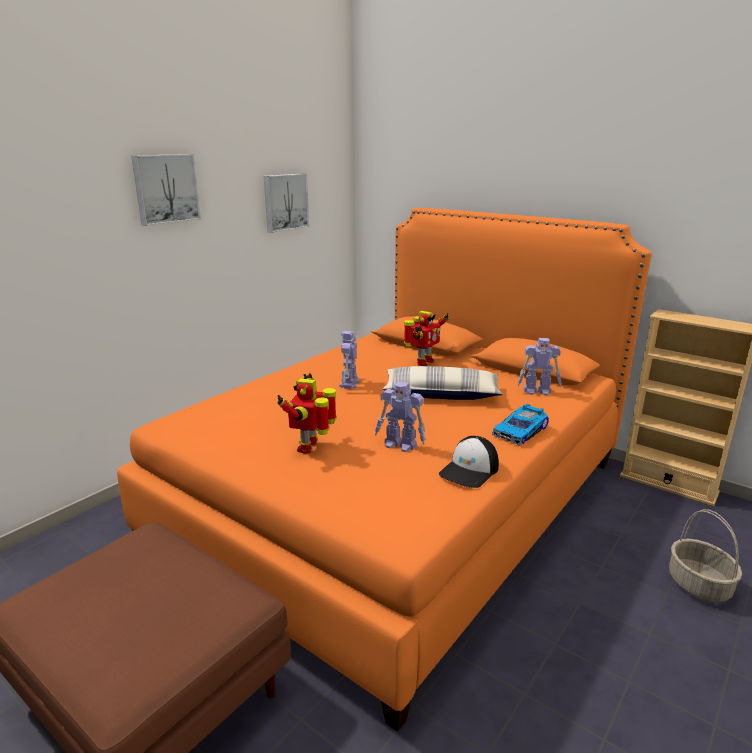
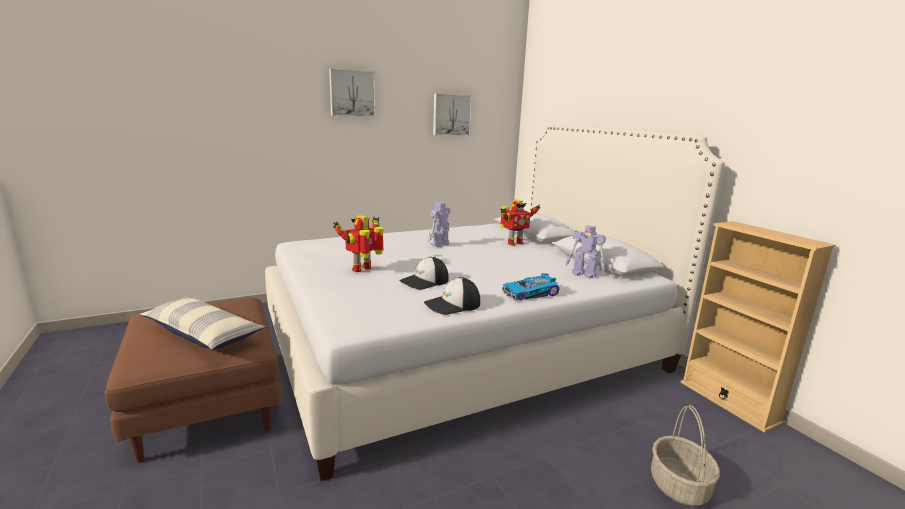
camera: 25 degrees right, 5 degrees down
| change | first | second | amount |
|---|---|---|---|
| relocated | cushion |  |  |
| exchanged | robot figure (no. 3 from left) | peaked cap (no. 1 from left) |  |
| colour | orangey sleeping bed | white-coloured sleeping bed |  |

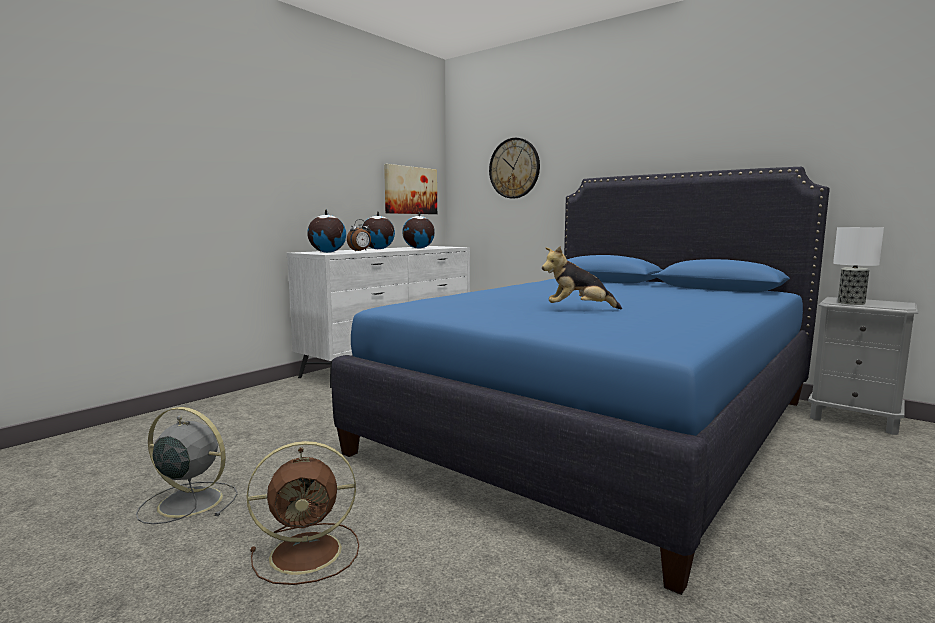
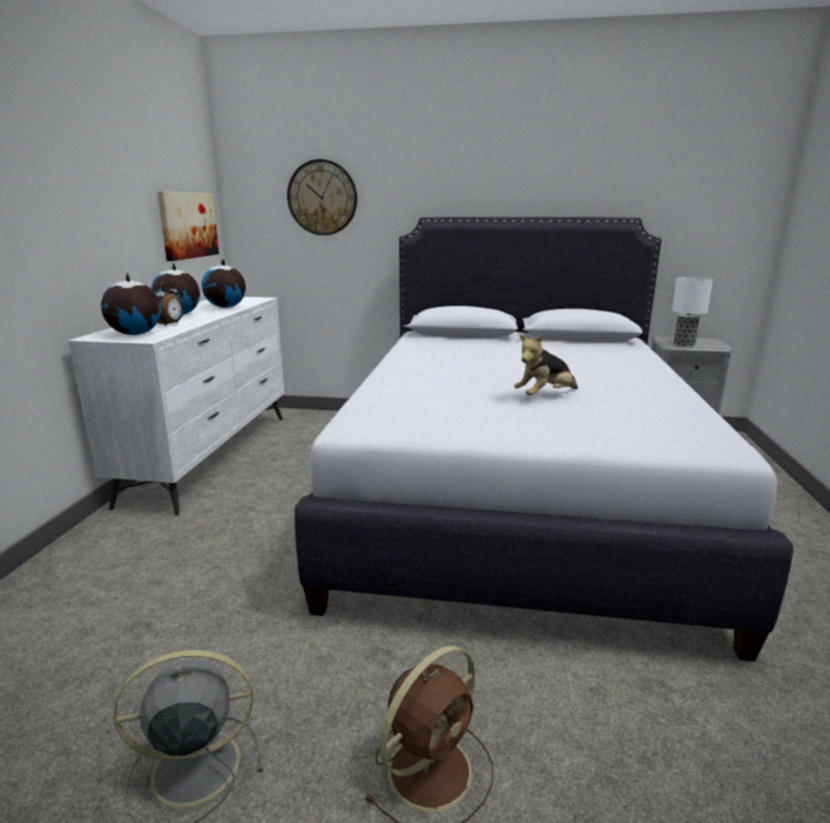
camera: 30 degrees left, 10 degrees up
| change | first | second | amount |
|---|---|---|---|
| colour | blue-coloured sleeping bed | white-coloured sleeping bed |  |

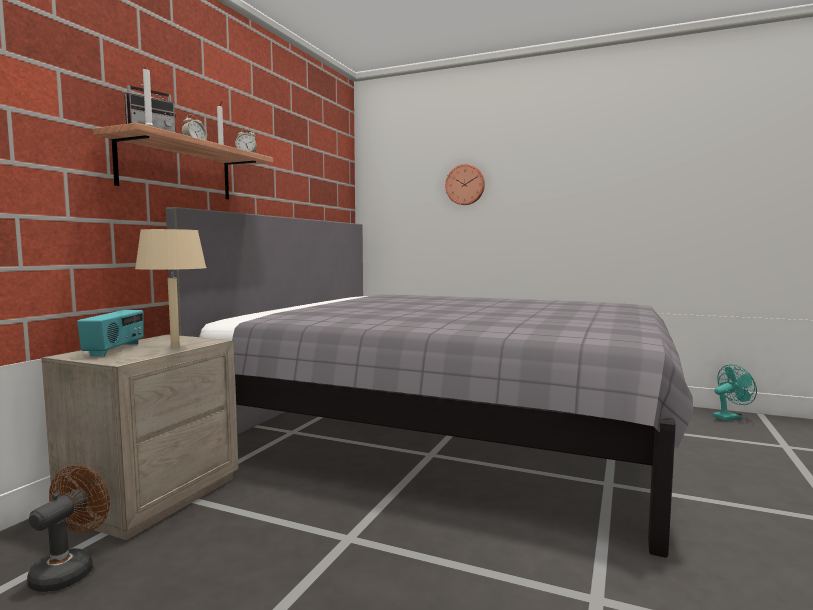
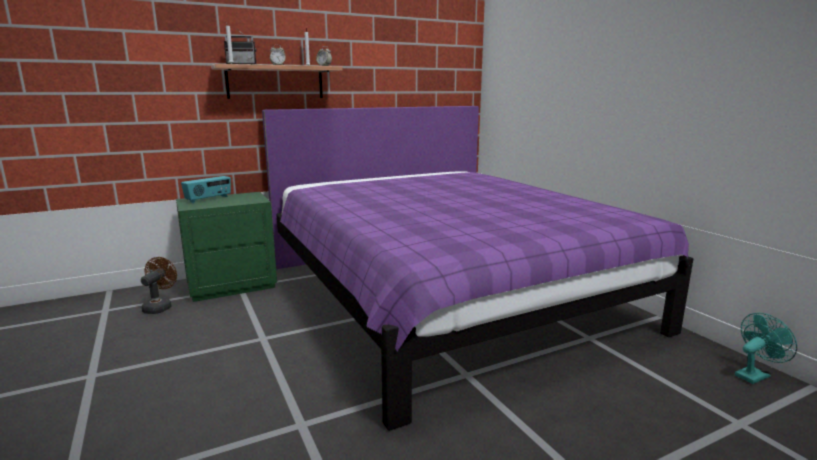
camera: 40 degrees right, 10 degrees up
| change | first | second | amount |
|---|---|---|---|
| missing | beige-coloured tabletop lamp |  |  |
| missing | hanging clock |  |  |
| colour | beige-coloured night table | green night table |  |
| colour | greyish sleeping bed | purple sleeping bed |  |
| spun | brownish fan |  | 45 degrees counterclockwise |
| spun | turquoise fan |  | 45 degrees counterclockwise |

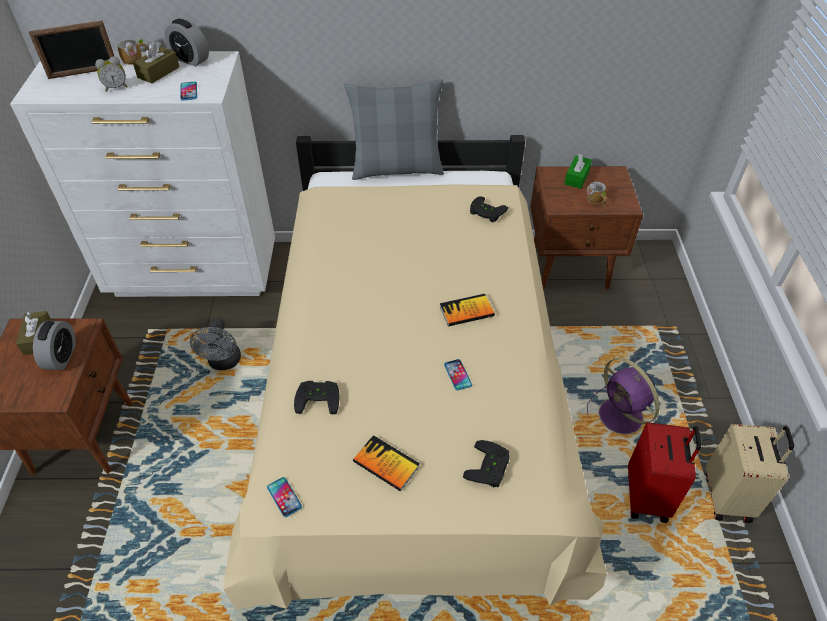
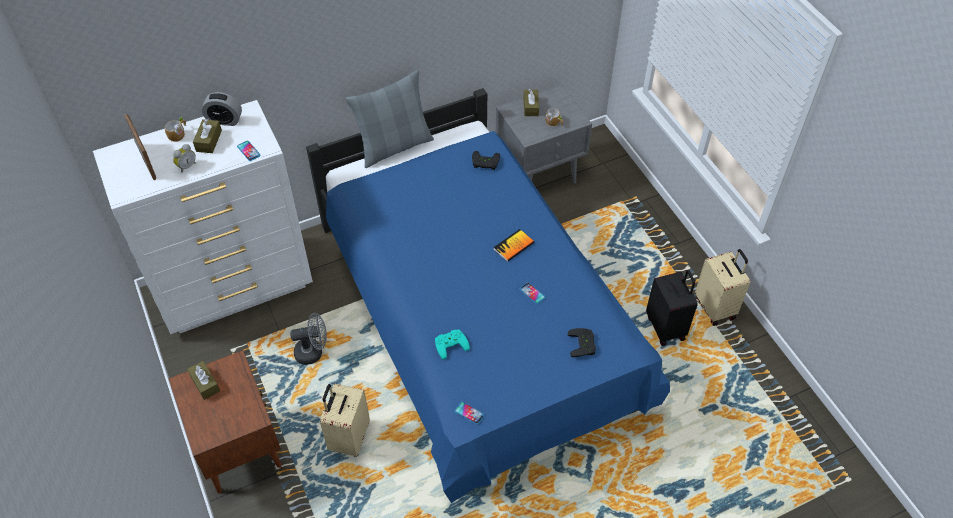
camera: 25 degrees left, 5 degrees up
| change | first | second | amount |
|---|---|---|---|
| missing | table clock (no. 1 from left) |  |  |
| missing | volume (no. 1 from left) |  |  |
| missing | purple fan |  |  |
| appeared |  | beige-coloured travel case (no. 1 from left) |  |
| colour | beige-coloured sleeping bed | blue-coloured sleeping bed |  |
| colour | black-coloured game controller (no. 1 from left) | turquoise game controller |  |
| colour | brownish night table (no. 2 from left) | greyish night table |  |
| colour | green box of tissues | brownish box of tissues (no. 3 from left) |  |
| colour | red-coloured travel case | black-coloured travel case |  |
| spun | standing frame |  | 75 degrees counterclockwise |
| spun | greyish fan |  | 75 degrees counterclockwise |

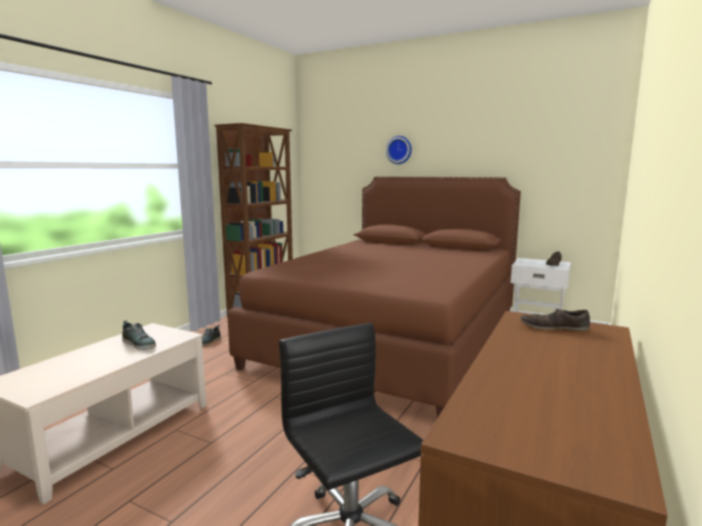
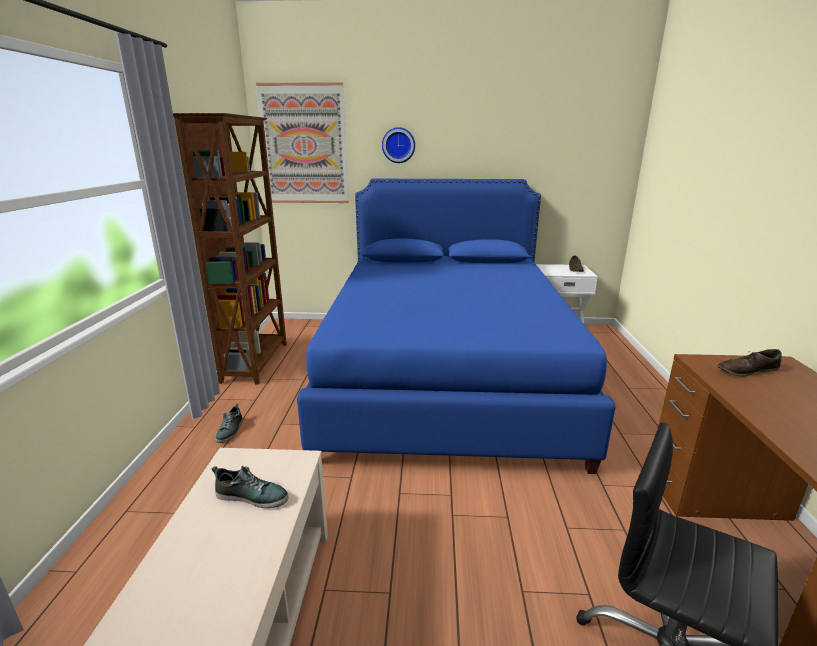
camera: 25 degrees left, 10 degrees up
| change | first | second | amount |
|---|---|---|---|
| appeared |  | picture |  |
| colour | brownish sleeping bed | blue-coloured sleeping bed |  |

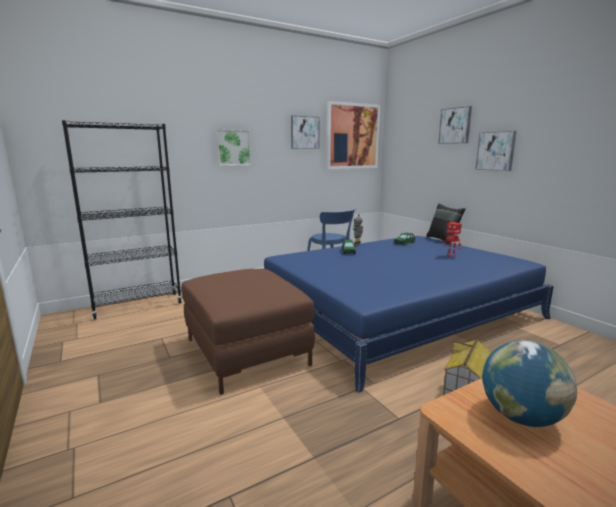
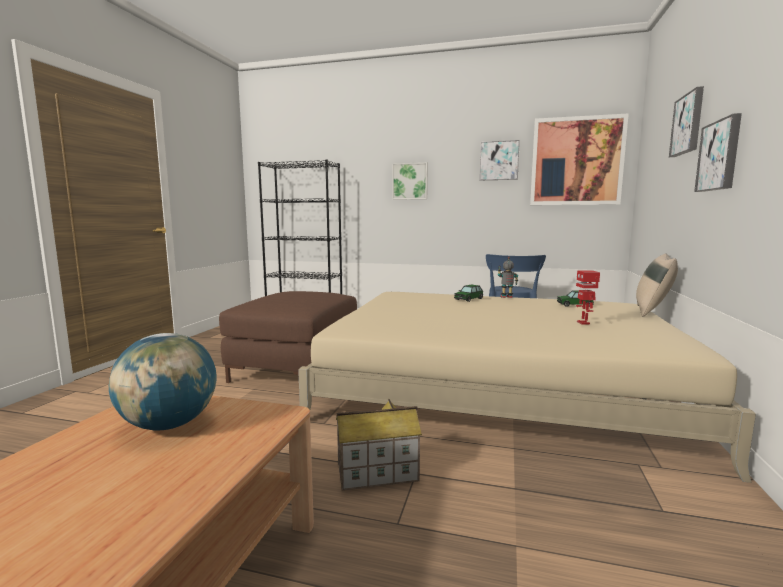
camera: 45 degrees right, 5 degrees down
| change | first | second | amount |
|---|---|---|---|
| colour | blue-coloured sleeping bed | beige-coloured sleeping bed |  |
| colour | black-coloured cushion | beige-coloured cushion |  |

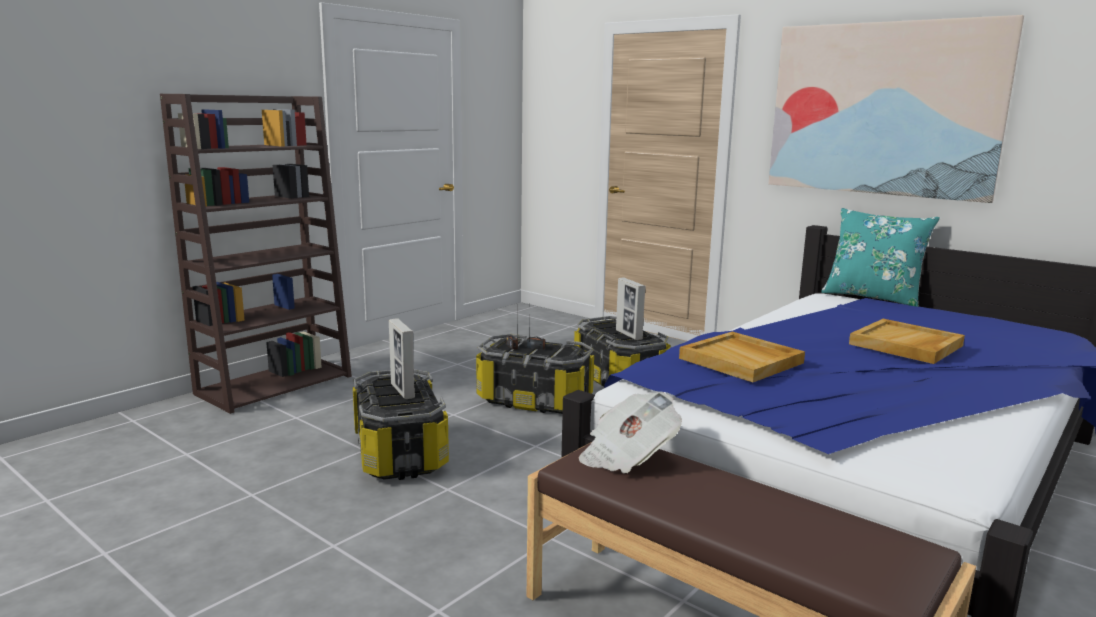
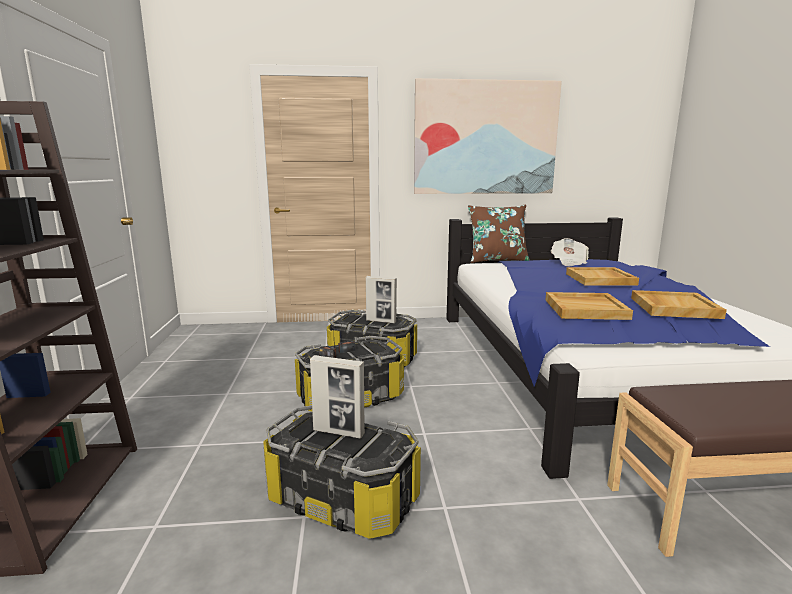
camera: 45 degrees left, 0 degrees up
| change | first | second | amount |
|---|---|---|---|
| appeared |  | beige-coloured tray (no. 3 from left) |  |
| relocated | printed paper |  |  |
| colour | turquoise cushion | brownish cushion |  |

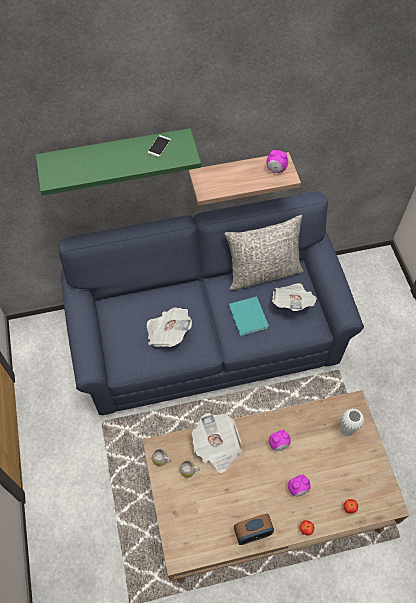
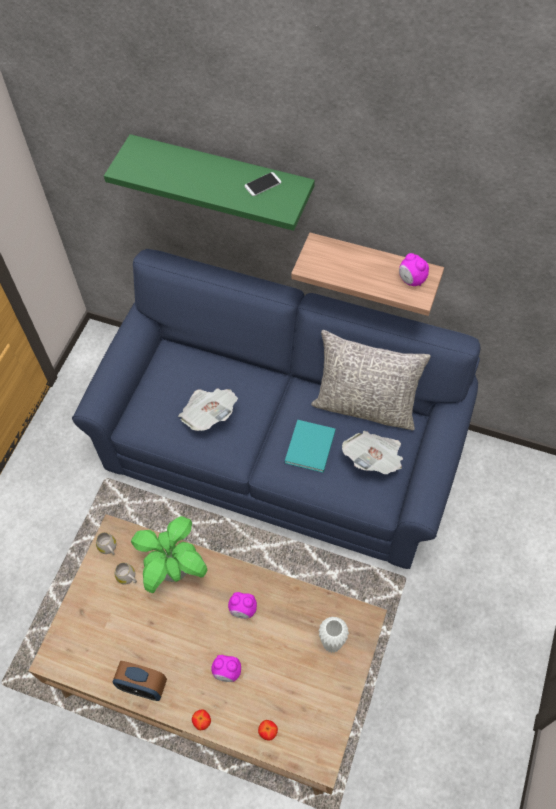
camera: 35 degrees right, 0 degrees up
| change | first | second | amount |
|---|---|---|---|
| exchanged | printed paper (no. 2 from left) | houseplant |  |

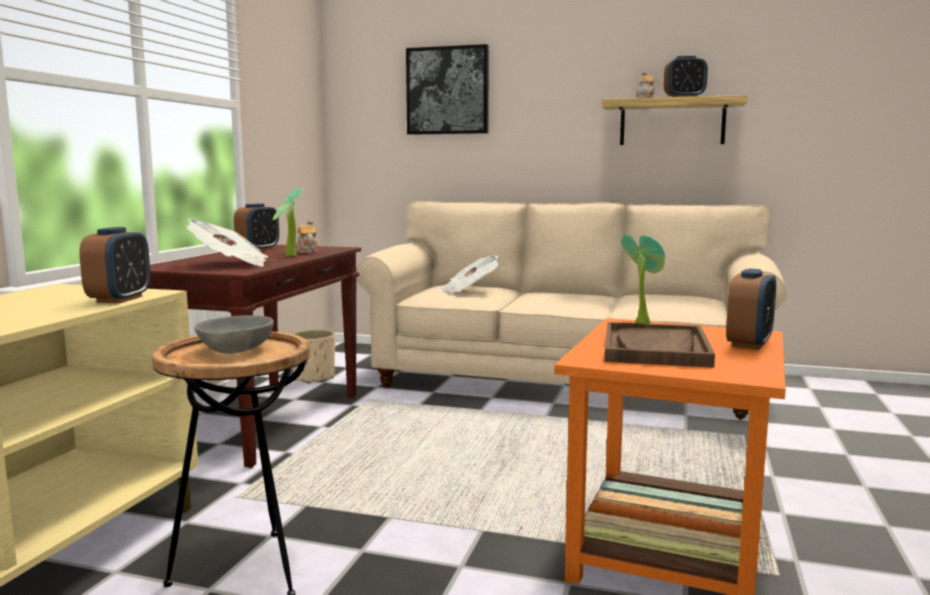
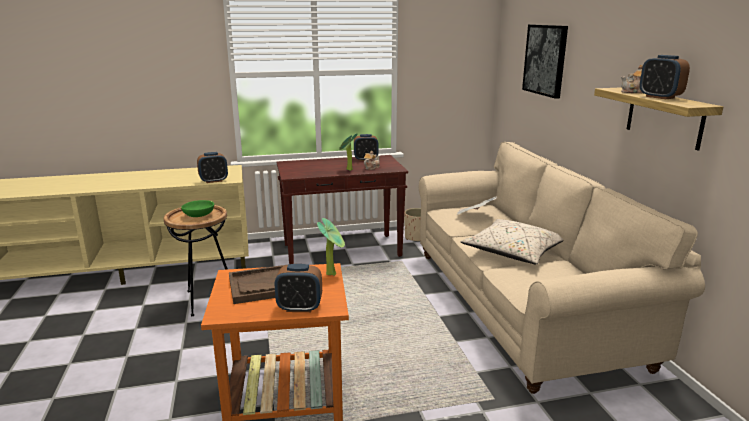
camera: 60 degrees right, 10 degrees up
| change | first | second | amount |
|---|---|---|---|
| missing | printed paper (no. 1 from left) |  |  |
| appeared |  | beige-coloured cushion |  |
| colour | greyish serving bowl | green serving bowl |  |

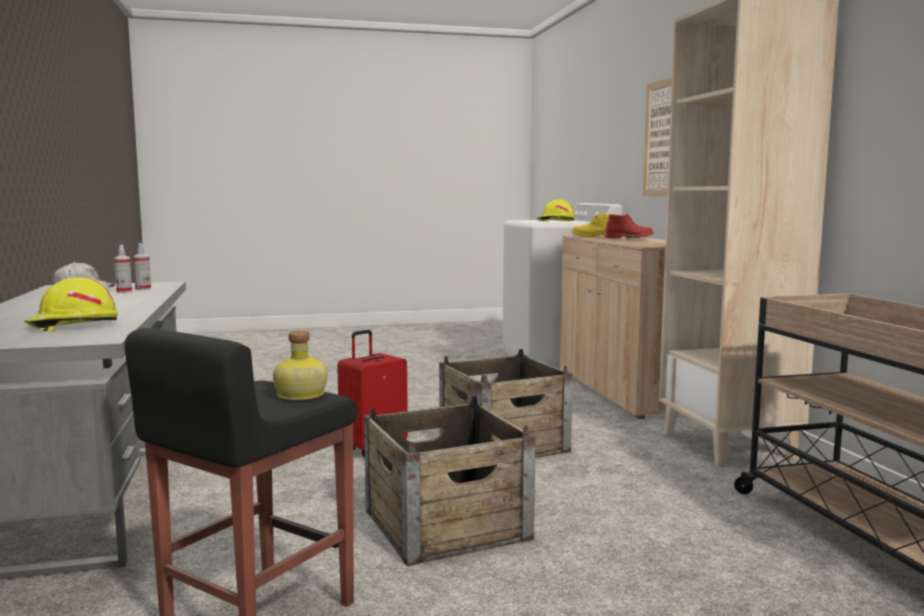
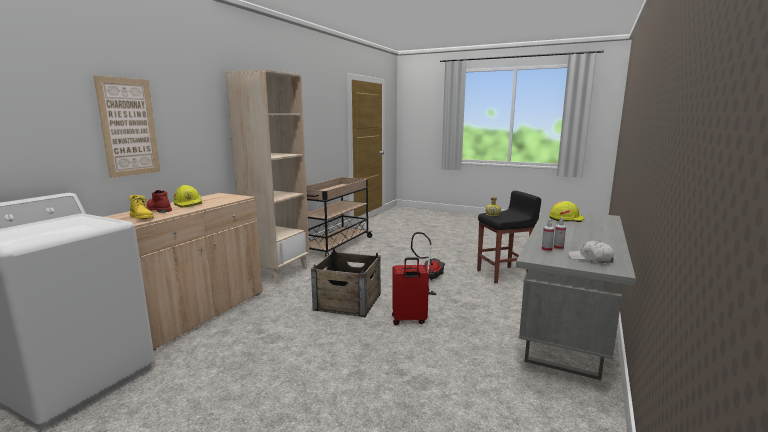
camera: 140 degrees left, 5 degrees up
| change | first | second | amount |
|---|---|---|---|
| relocated | yellow-coloured hard hat (no. 2 from left in the first image) | yellow-coloured hard hat (no. 1 from left) |  |
| exchanged | shipping crate (no. 1 from left) | hoover |  |

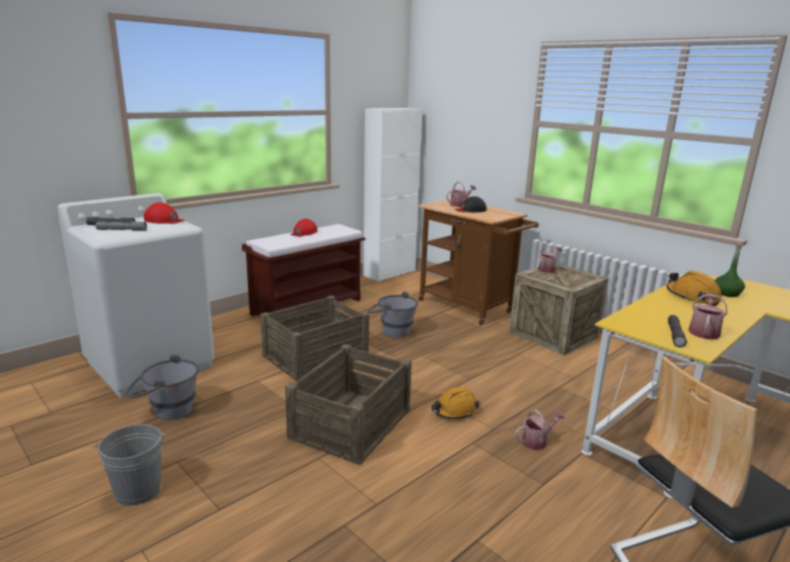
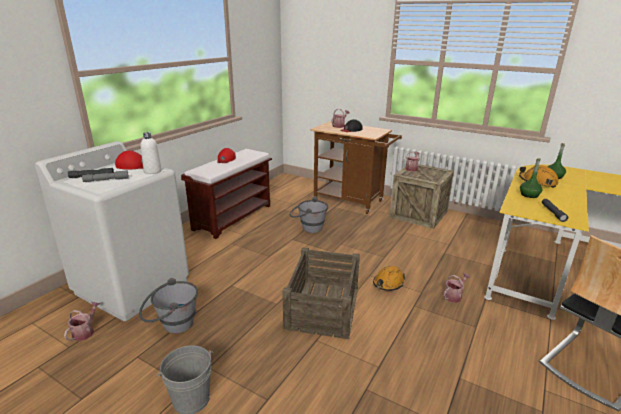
camera: 15 degrees left, 5 degrees up
| change | first | second | amount |
|---|---|---|---|
| missing | shipping crate (no. 1 from left) |  |  |
| missing | white-coloured cupboard |  |  |
| appeared |  | white-coloured bottle |  |
| appeared |  | green bottle (no. 1 from left) |  |
| relocated | watering can (no. 4 from left in the first image) | watering can (no. 1 from left) |  |

